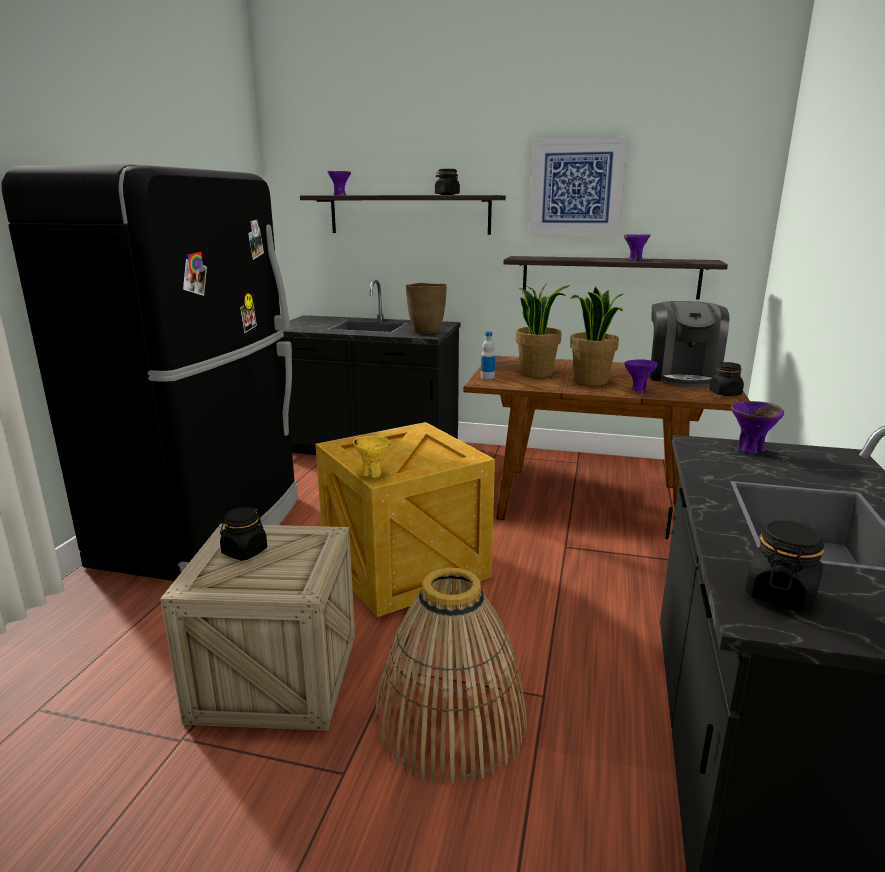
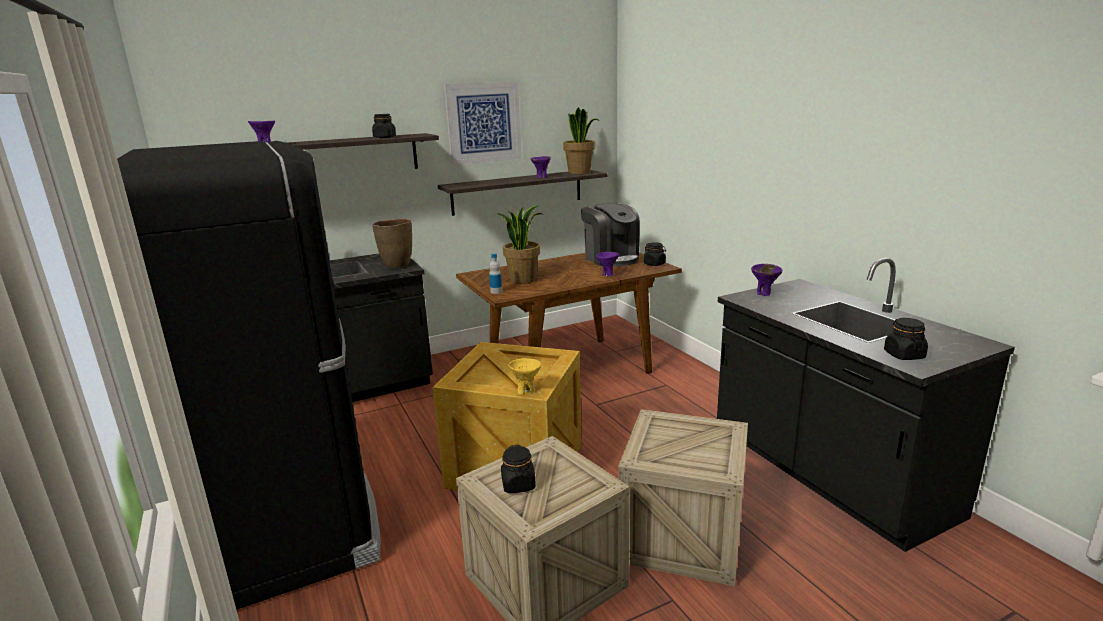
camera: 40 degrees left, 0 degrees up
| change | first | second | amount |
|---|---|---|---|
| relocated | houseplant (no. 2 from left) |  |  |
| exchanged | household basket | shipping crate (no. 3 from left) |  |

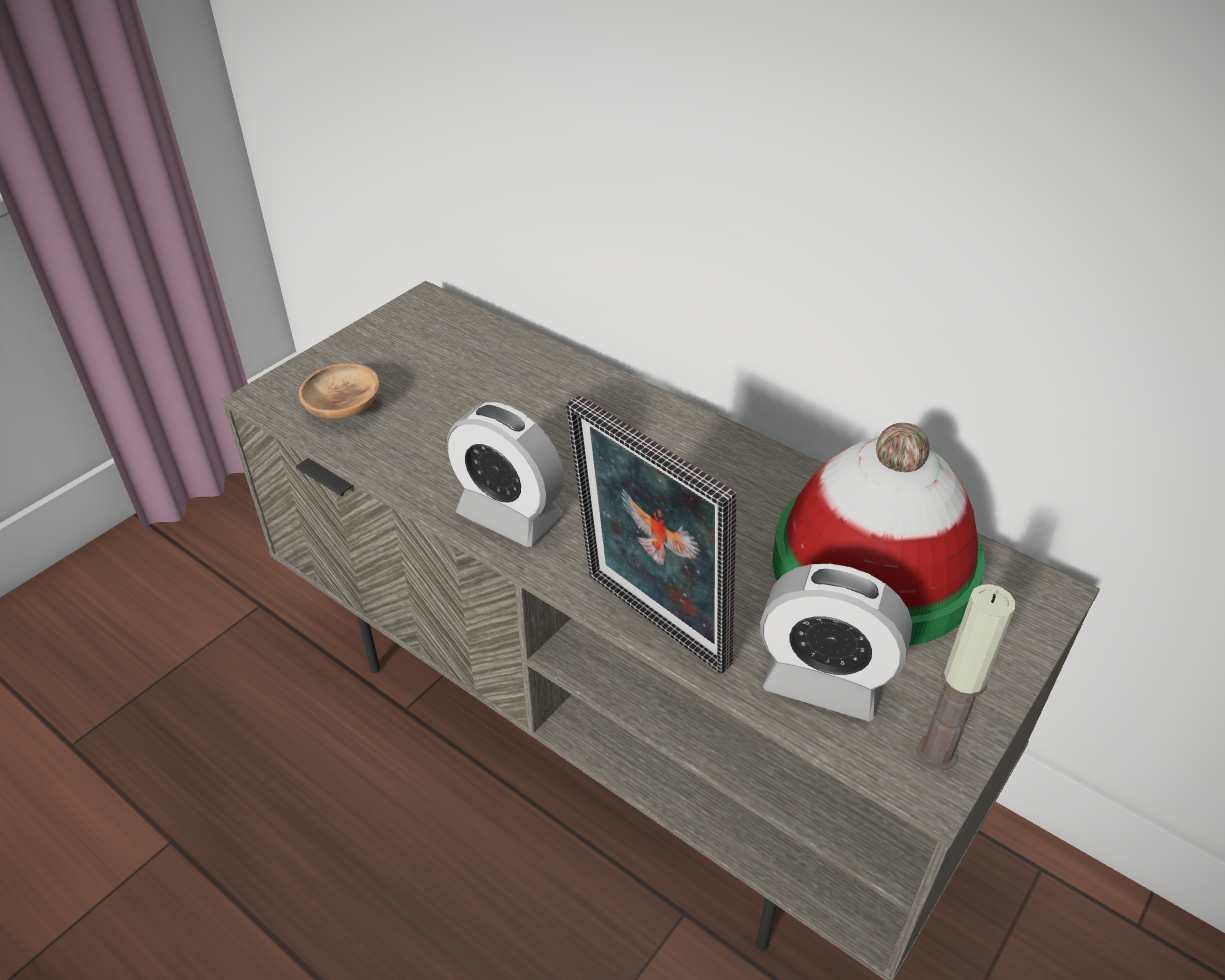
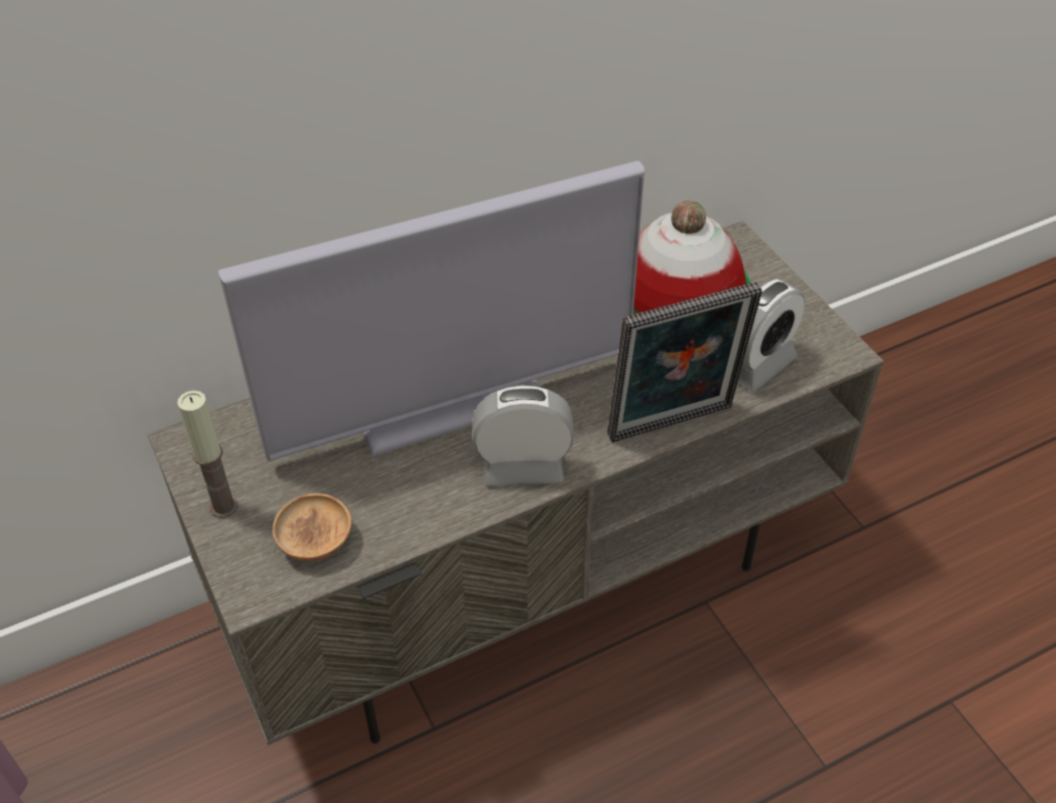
camera: 65 degrees left, 5 degrees up
| change | first | second | amount |
|---|---|---|---|
| appeared |  | TV |  |
| relocated | wax candle |  |  |
| spun | table clock (no. 1 from left) |  | 150 degrees counterclockwise |

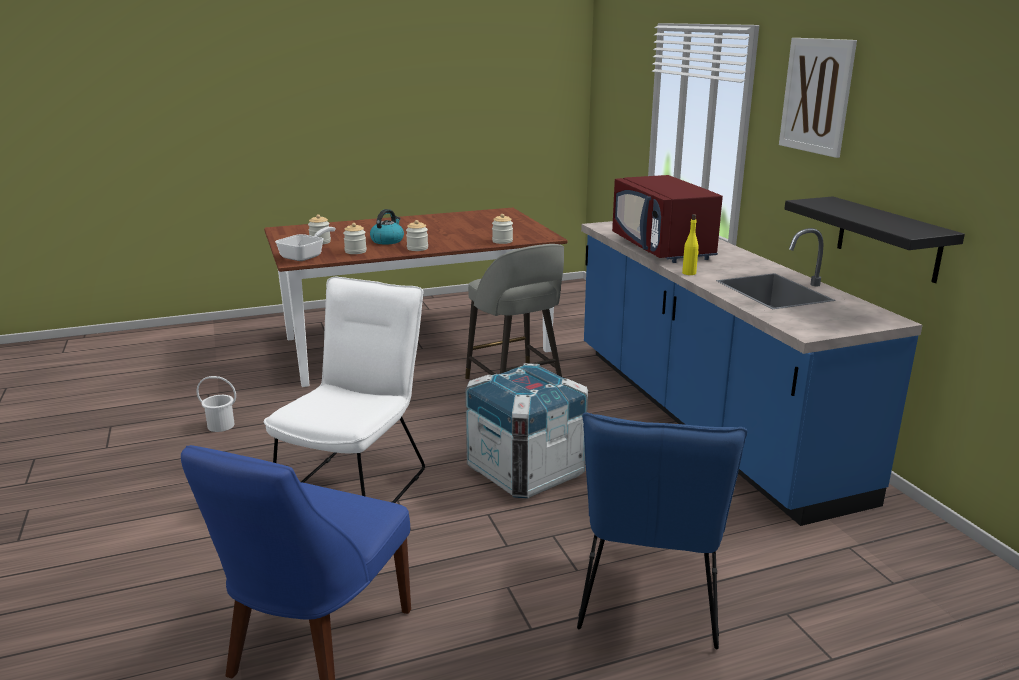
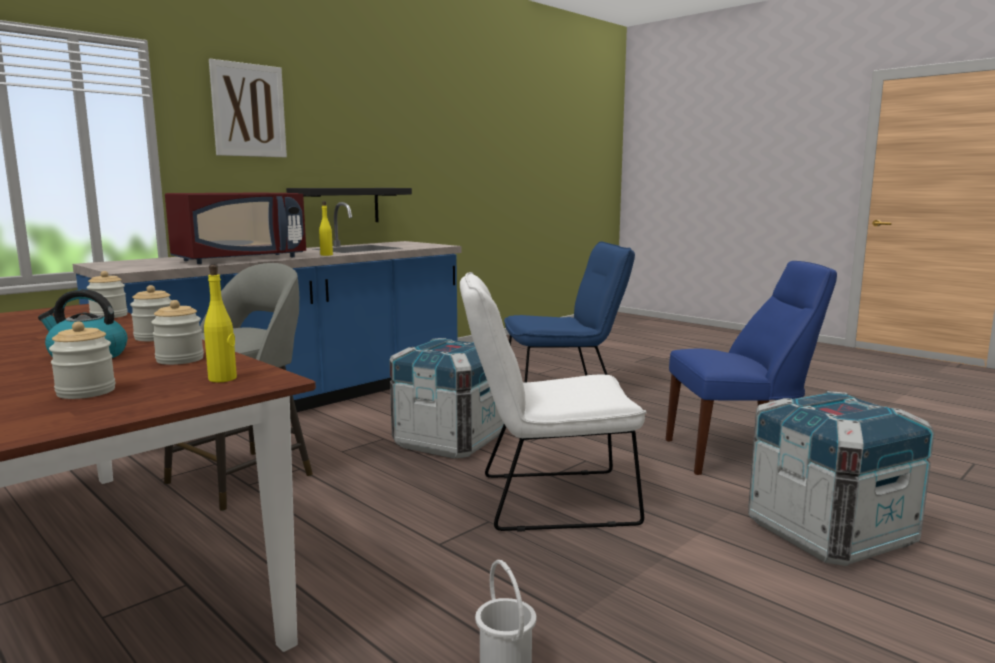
camera: 115 degrees left, 10 degrees down
| change | first | second | amount |
|---|---|---|---|
| appeared |  | shipping crate (no. 2 from left) |  |
| exchanged | skillet | yellow-coloured bottle (no. 1 from left) |  |

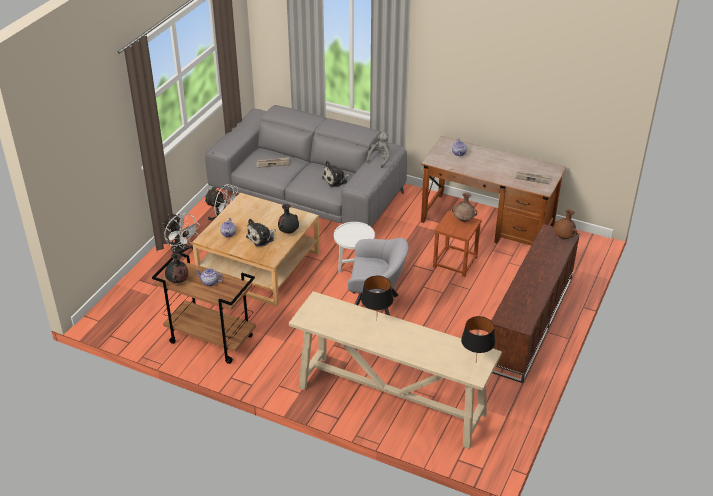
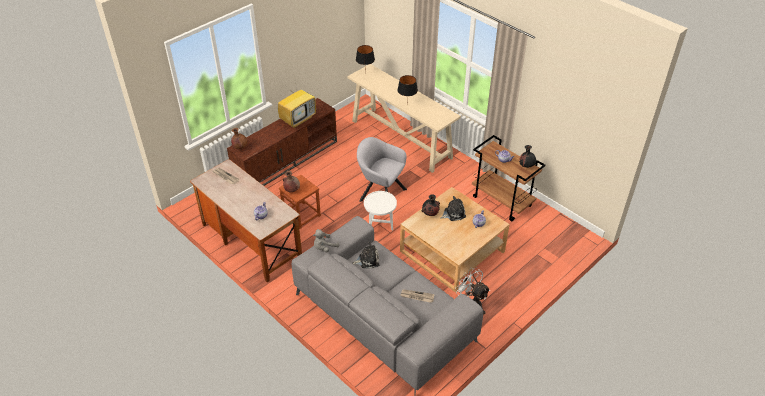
camera: 160 degrees left, 5 degrees up
| change | first | second | amount |
|---|---|---|---|
| missing | white-coloured fan (no. 1 from left) |  |  |
| appeared |  | TV |  |

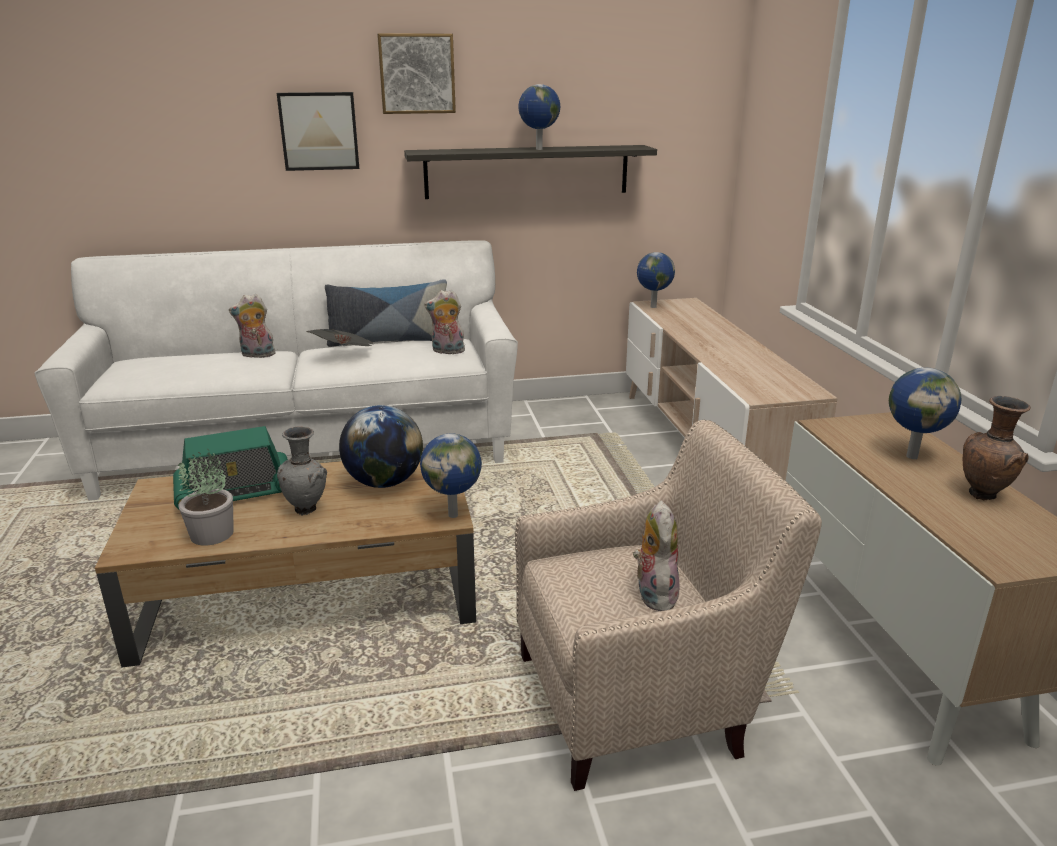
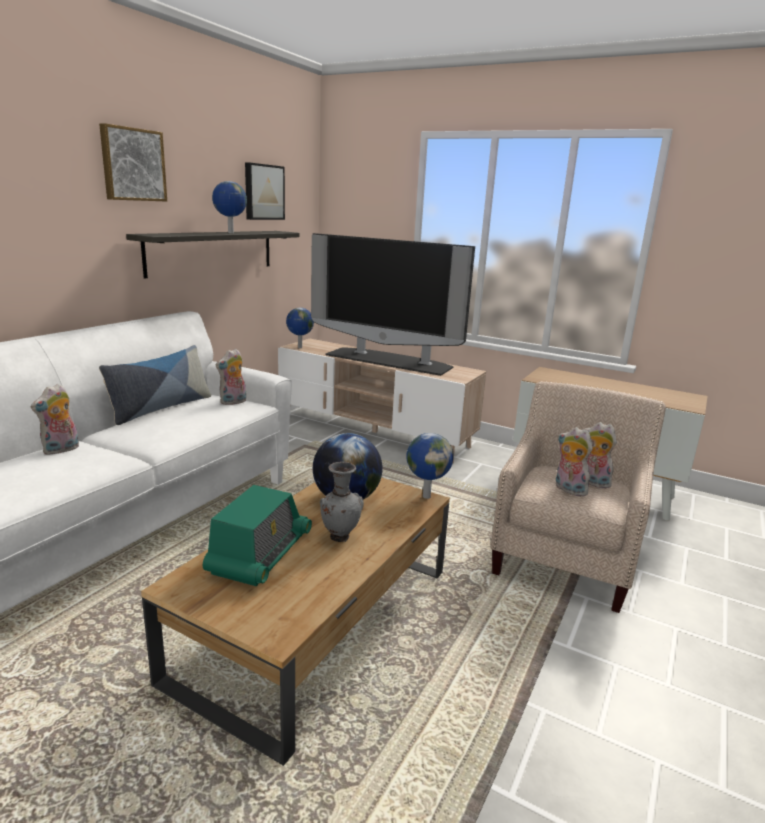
camera: 50 degrees left, 5 degrees down
| change | first | second | amount |
|---|---|---|---|
| missing | houseplant |  |  |
| missing | printed paper |  |  |
| missing | world globe (no. 5 from left) |  |  |
| missing | brownish decorative vase |  |  |
| appeared |  | TV |  |
| appeared |  | cuddly toy (no. 3 from left) |  |
| relocated | picture (no. 1 from left in the first image) | picture (no. 2 from left) |  |

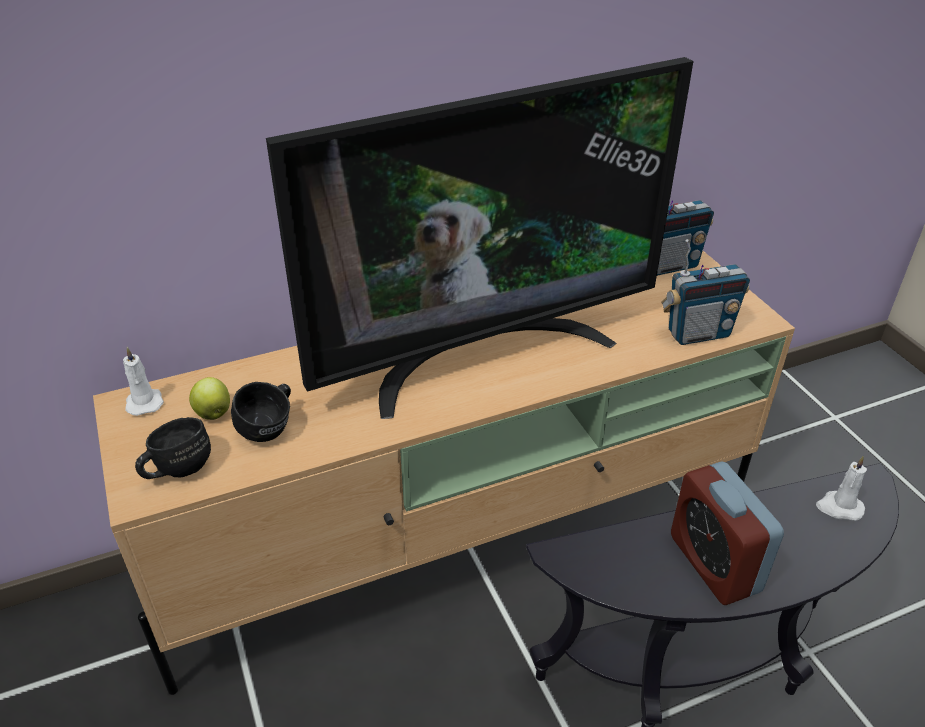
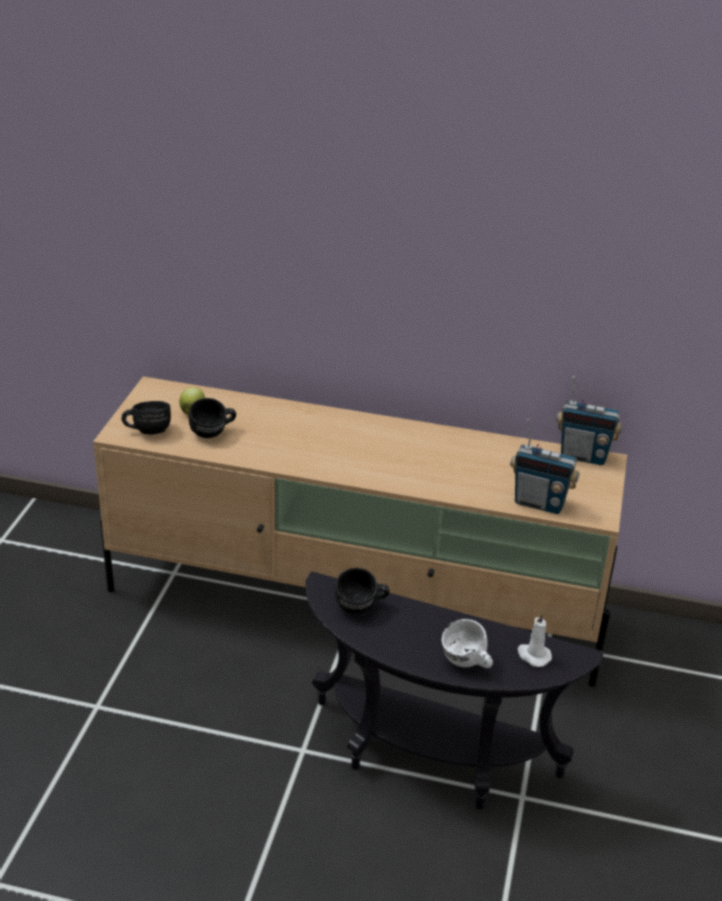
camera: 35 degrees right, 5 degrees down
| change | first | second | amount |
|---|---|---|---|
| missing | white-coloured wax candle (no. 1 from left) |  |  |
| missing | TV |  |  |
| missing | table clock |  |  |
| appeared |  | black-coloured mug (no. 3 from left) |  |
| appeared |  | white-coloured mug |  |

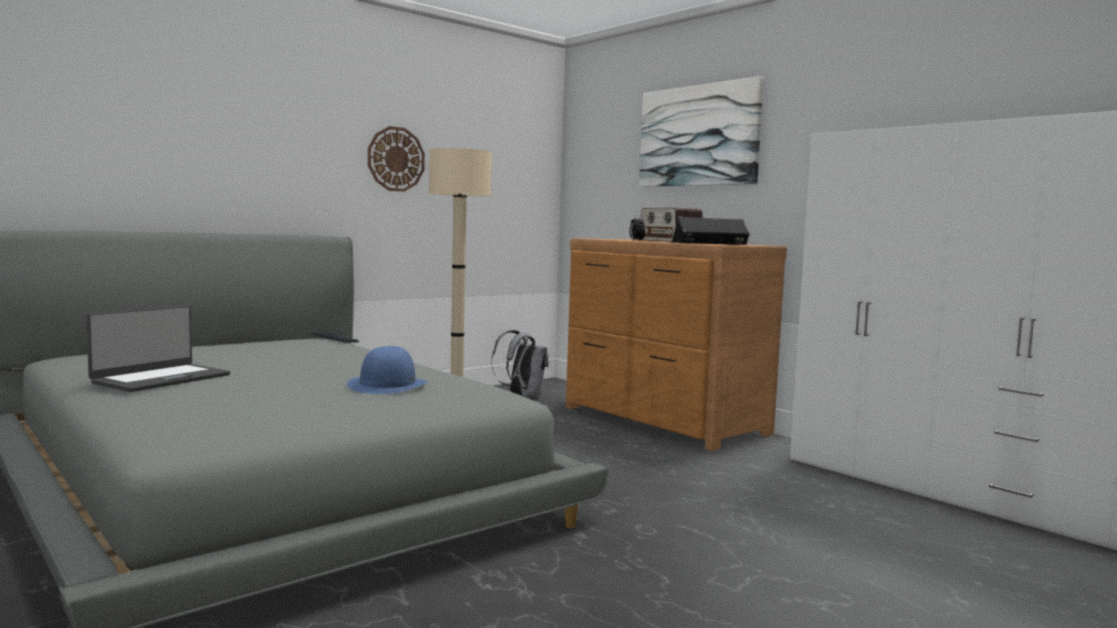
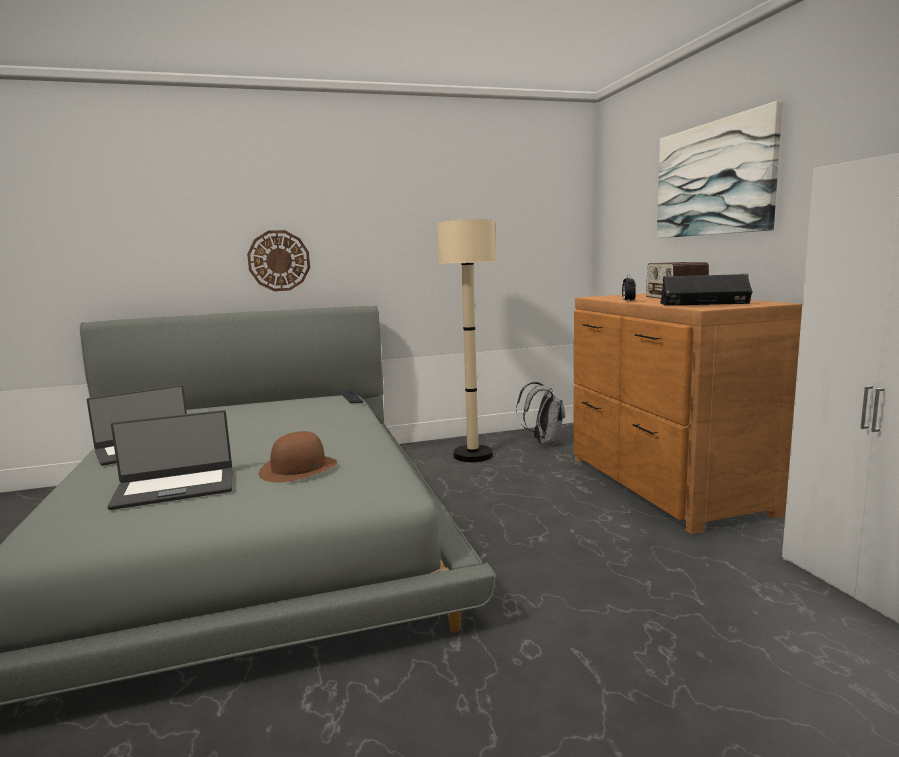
camera: 25 degrees right, 5 degrees up
| change | first | second | amount |
|---|---|---|---|
| appeared |  | laptop (no. 2 from left) |  |
| relocated | hanging clock |  |  |
| colour | blue-coloured hat | brownish hat |  |

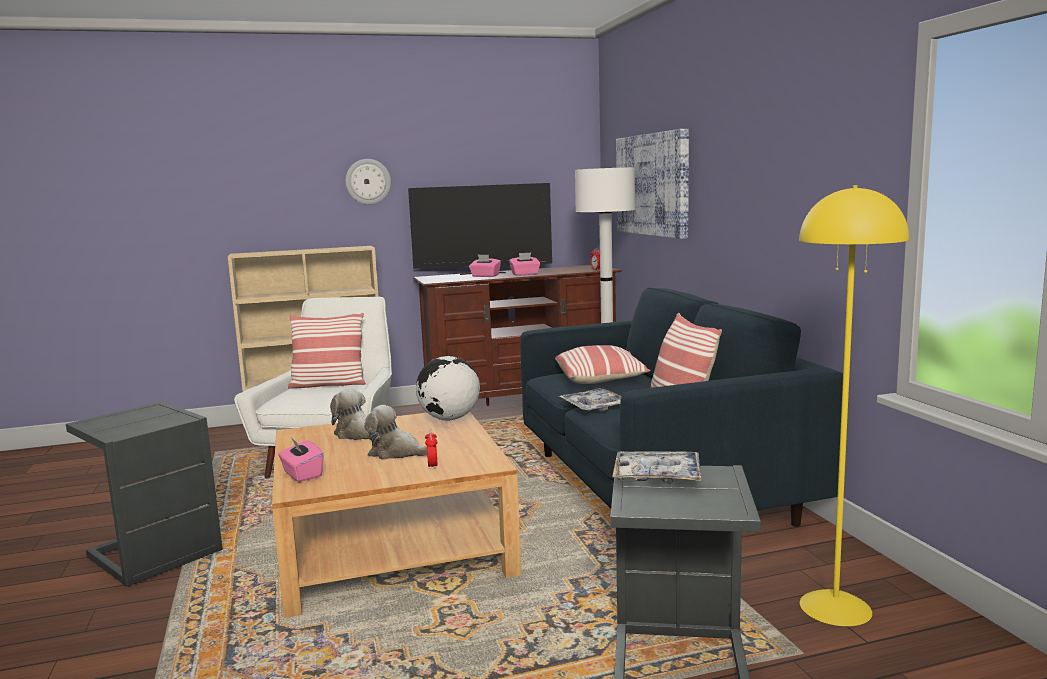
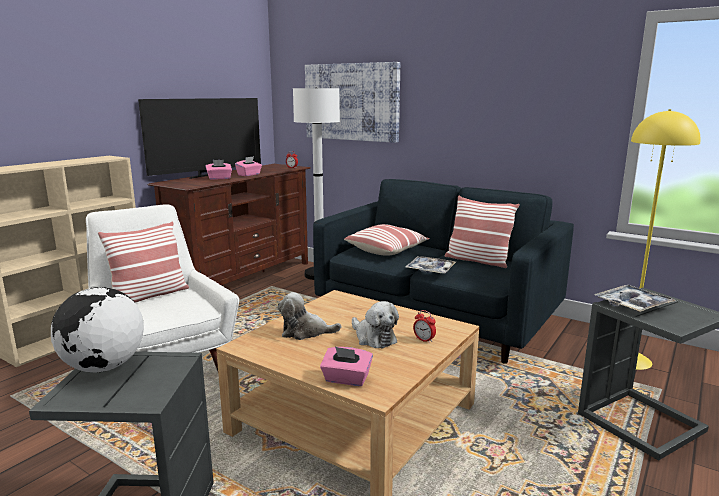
camera: 40 degrees left, 5 degrees up
| change | first | second | amount |
|---|---|---|---|
| missing | hanging clock |  |  |
| relocated | world globe |  |  |
| spun | cuddly toy (no. 2 from left) |  | 105 degrees counterclockwise |

